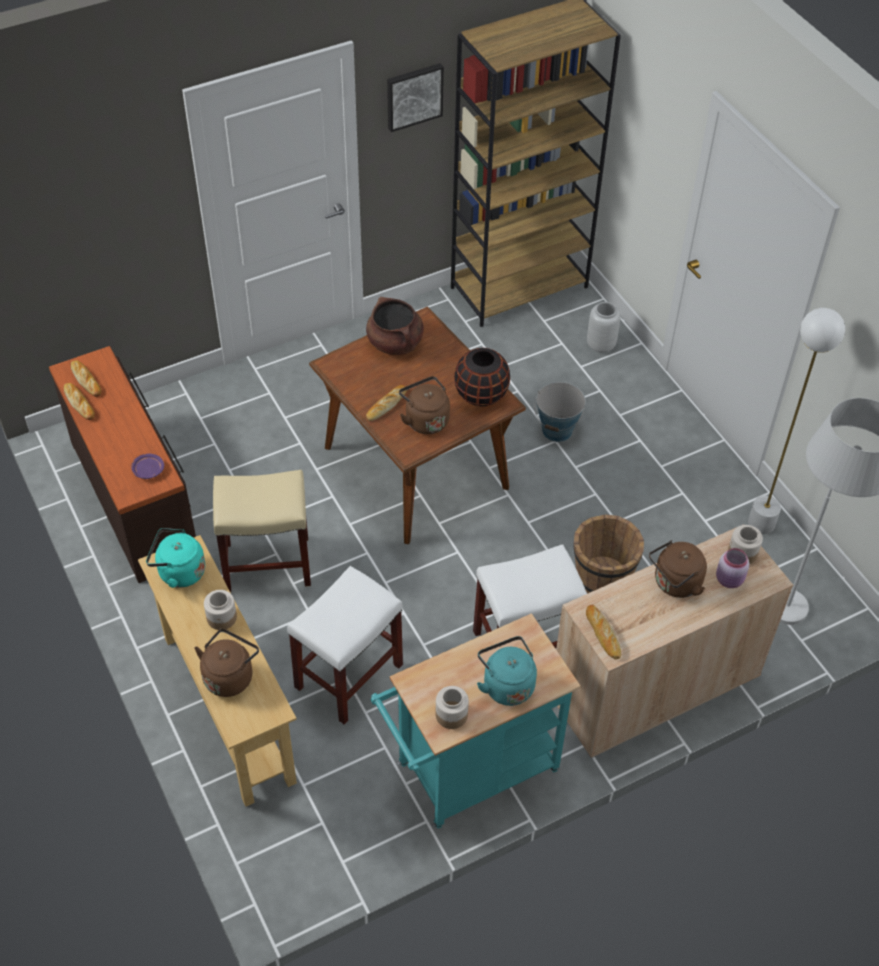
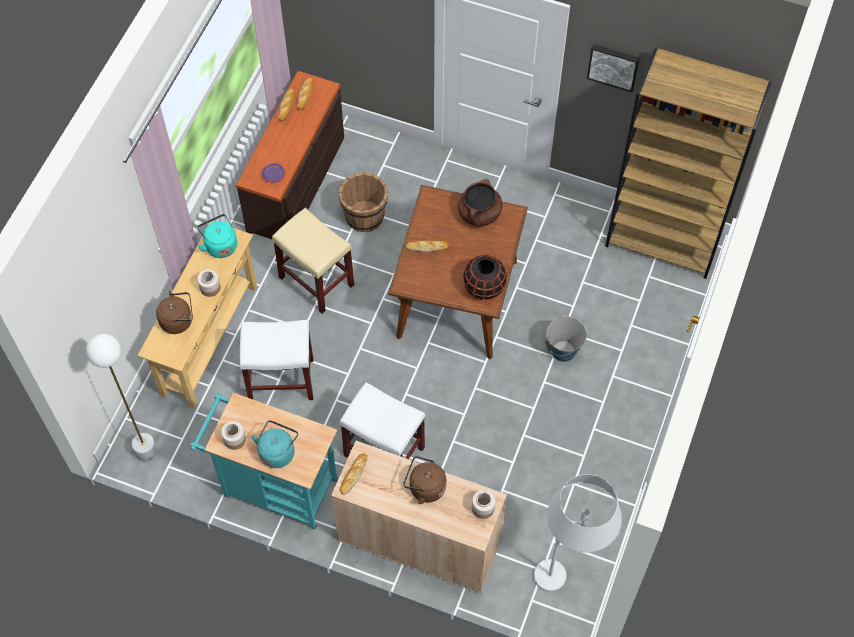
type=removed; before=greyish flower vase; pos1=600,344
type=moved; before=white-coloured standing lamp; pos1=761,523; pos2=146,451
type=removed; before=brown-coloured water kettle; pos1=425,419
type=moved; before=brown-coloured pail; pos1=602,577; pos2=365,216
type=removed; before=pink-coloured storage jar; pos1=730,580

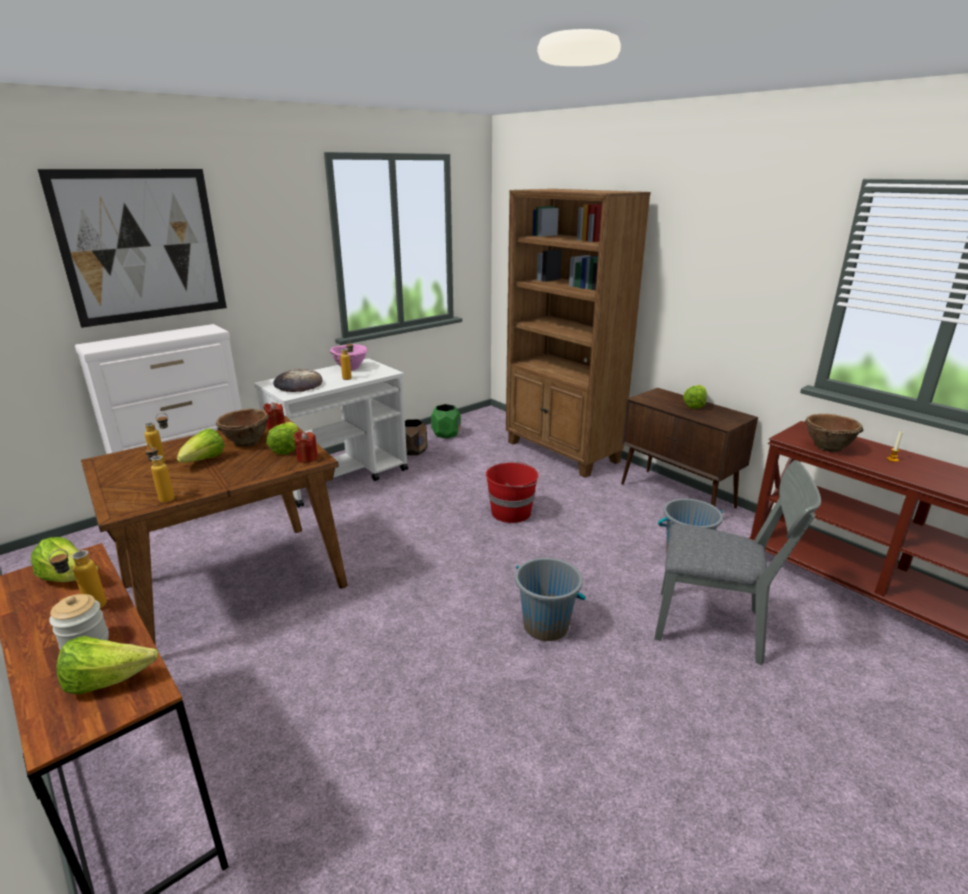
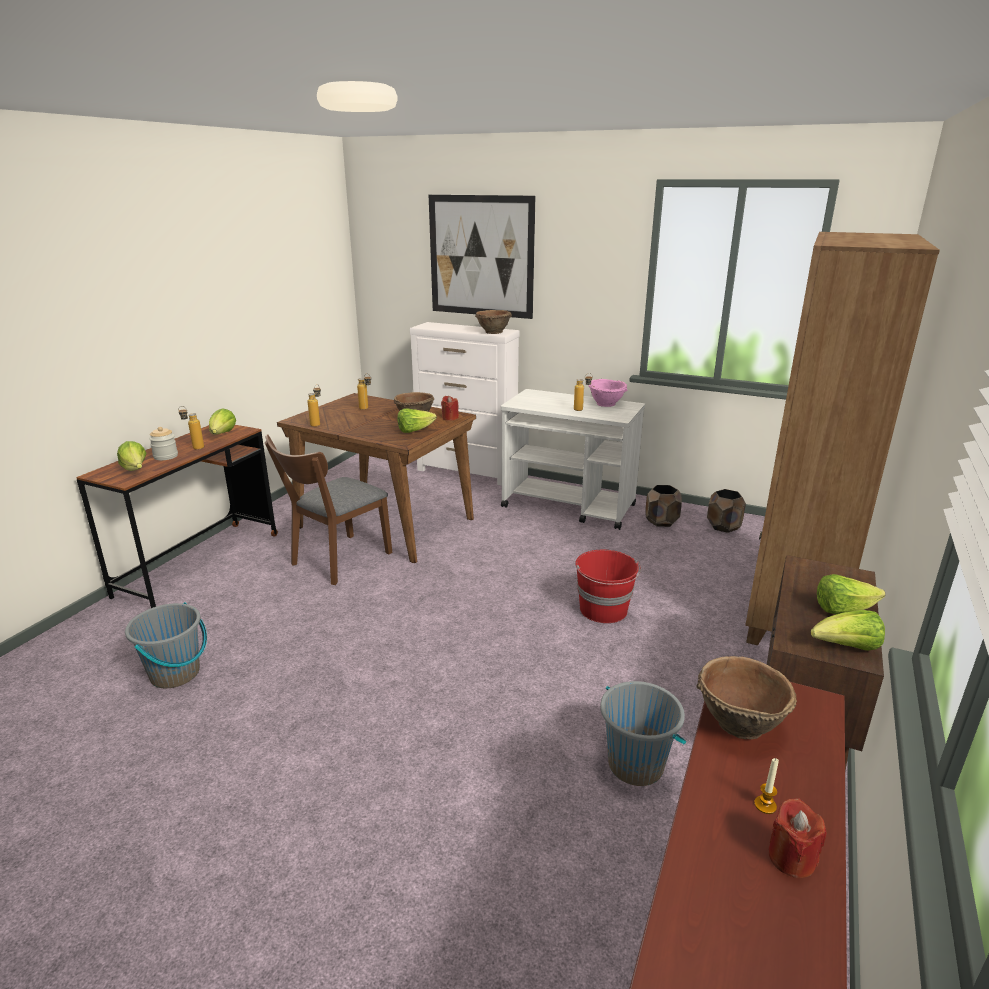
type=removed; before=bread; pos1=298,385
type=recoloured; before=greenish plant pot; after=brown-coloured plant pot; pos1=446,434; pos2=724,526
type=moved; before=lettuce head; pos1=204,461; pos2=846,647
type=moved; before=reddish wax candle; pos1=307,458; pos2=791,858
type=removed; before=greyish plain chair; pos1=718,627
type=moved; before=greyish pail; pos1=546,626; pos2=175,674
type=added; after=brown-coloured bowl; pos2=493,332
type=added; after=brown-coloured plain chair; pos2=336,561

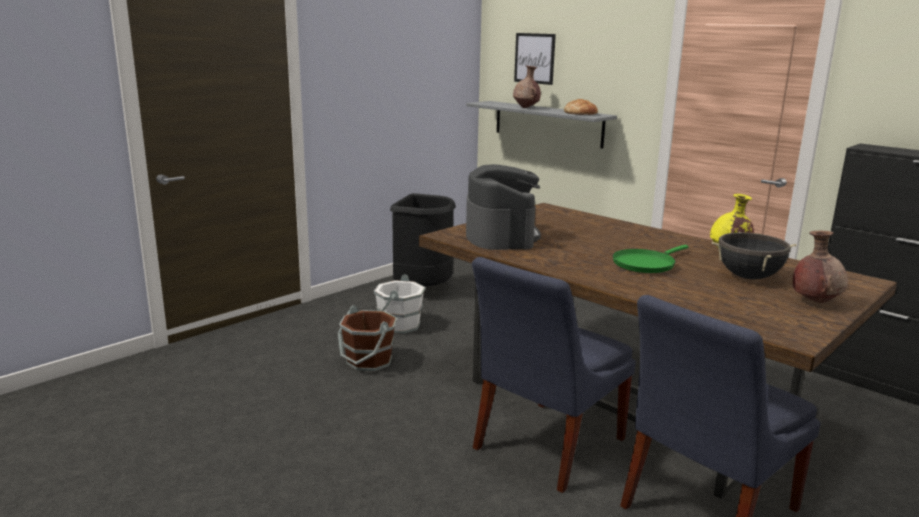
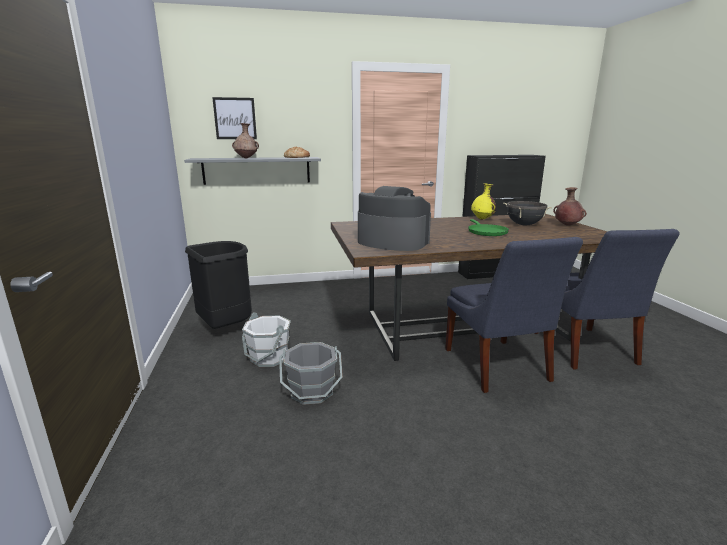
type=recoloured; before=brown-coloured pail; after=greyish pail; pos1=368,361; pos2=312,392

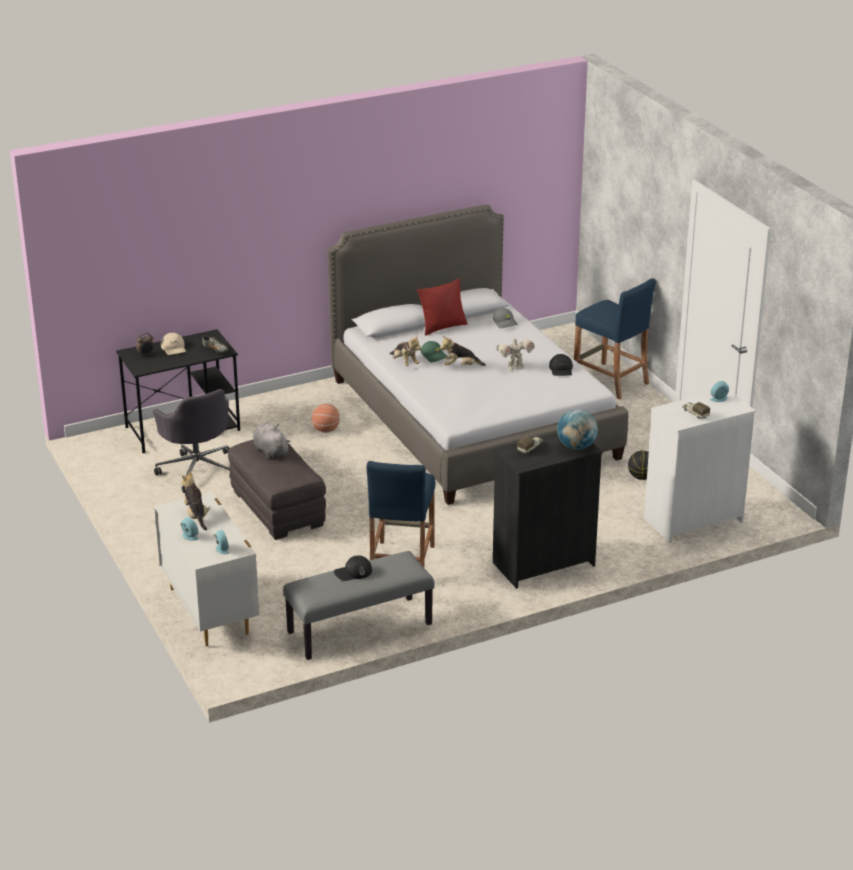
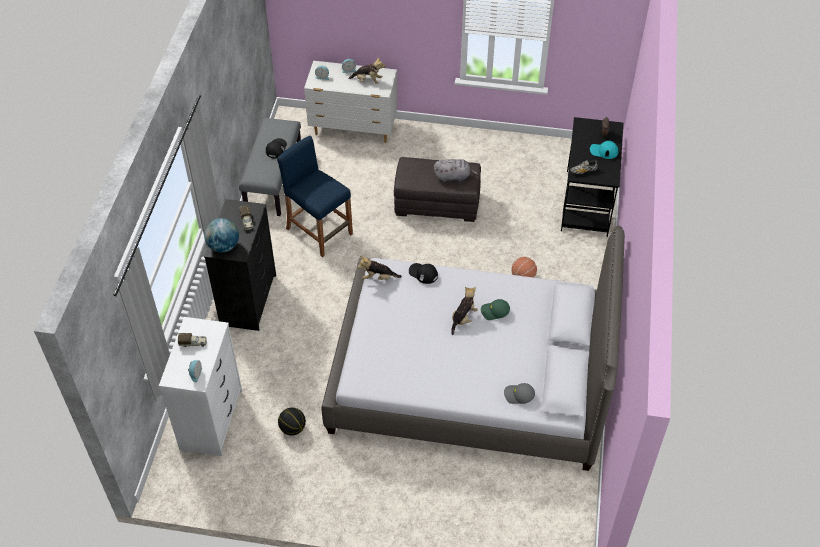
type=removed; before=blue stool; pos1=610,381
type=removed; before=reddish cushion; pos1=443,327
type=recoloured; before=beige baseball cap; after=blue-green baseball cap; pos1=174,348; pos2=603,151
type=moved; before=plush toy; pos1=405,363; pos2=378,277
type=removed; before=toy robot; pos1=515,366
type=moved; before=black baseball cap; pos1=561,369; pos2=423,273
type=removed; before=greyish computer chair; pos1=197,469

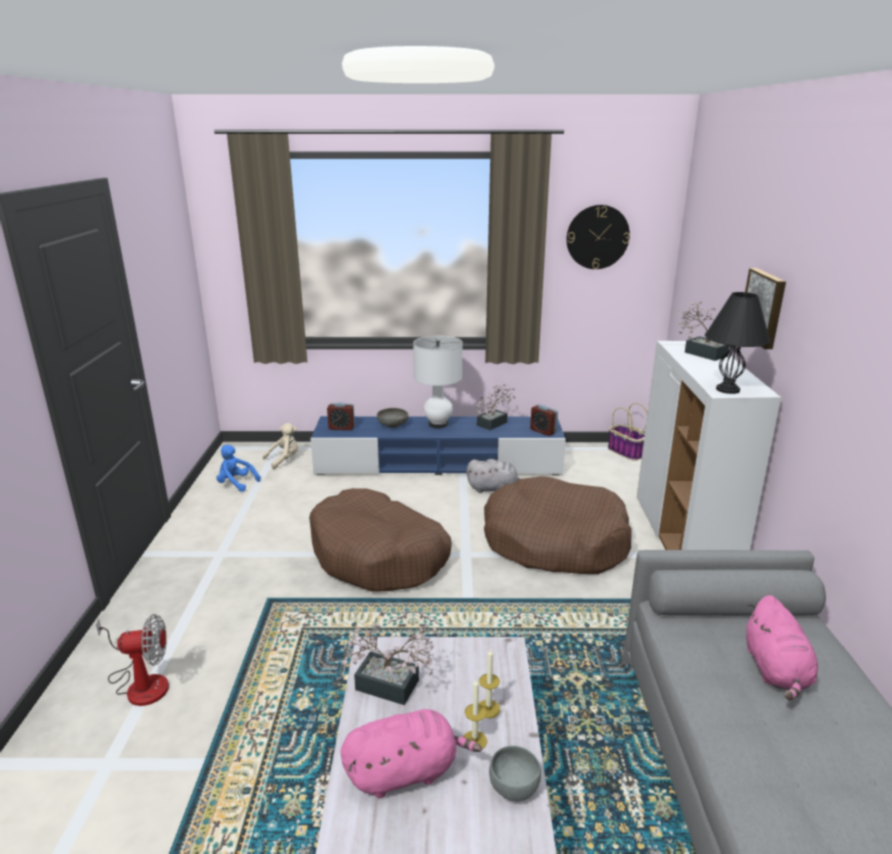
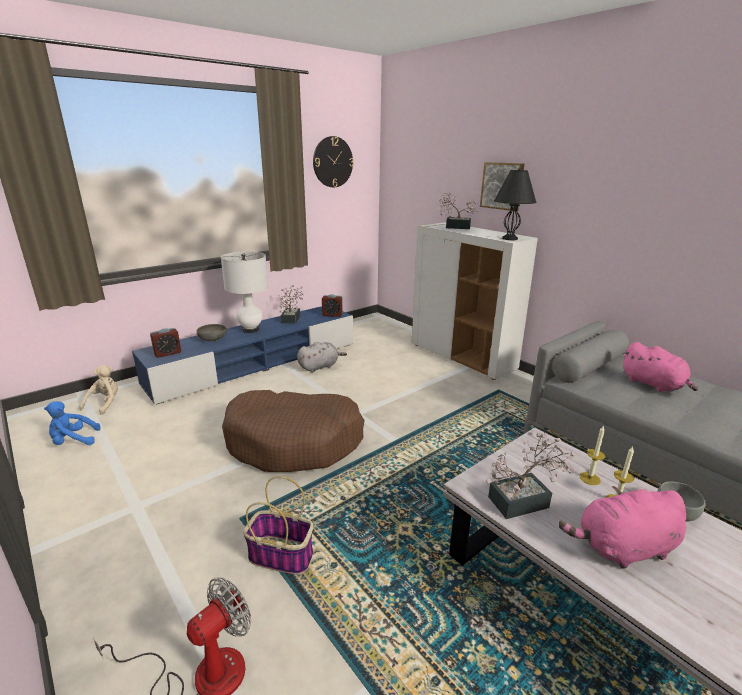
type=moved; before=household basket; pos1=627,452; pos2=282,556
type=removed; before=brown-coloured dog cushion; pos1=554,542
type=turned; before=pink-coloured plush toy; pos1=406,772; pos2=622,548; turn=-135

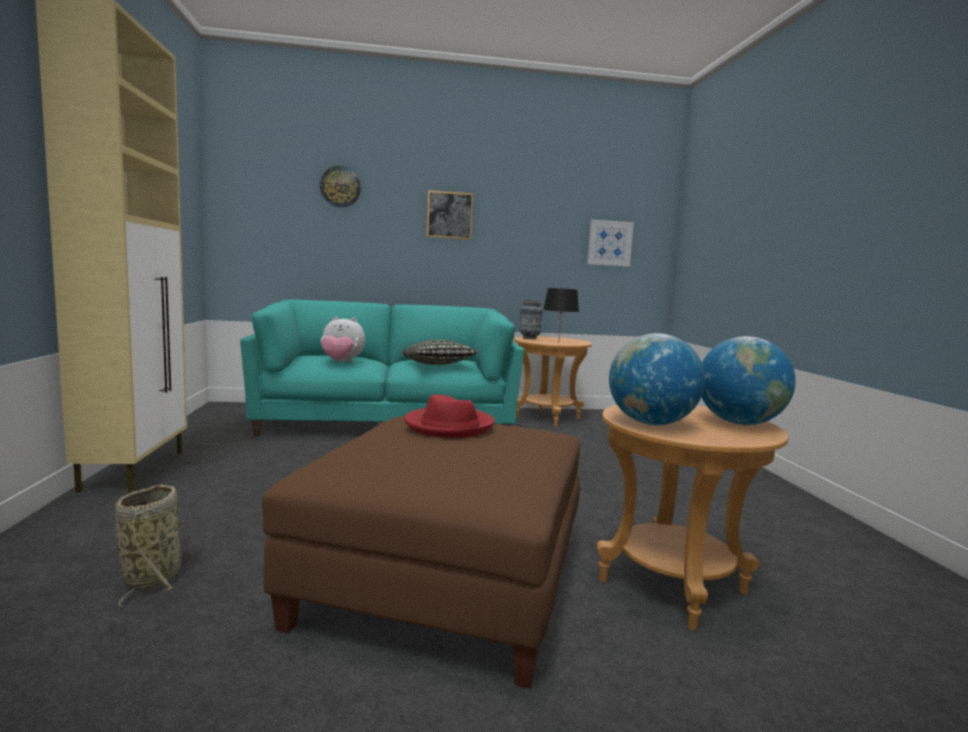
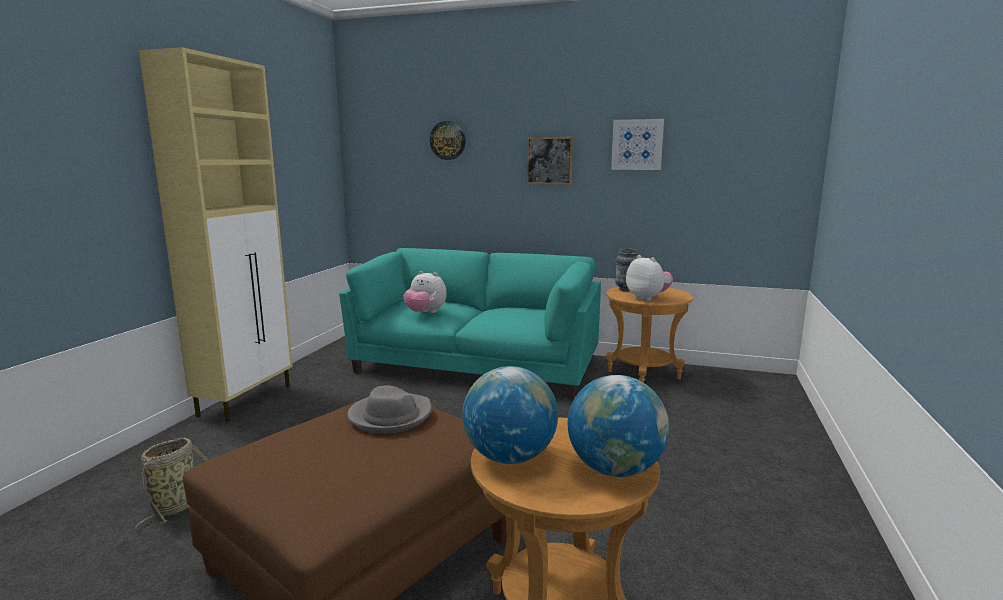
type=moved; before=wall art; pos1=609,243; pos2=637,144
type=replaced; before=black table lamp; after=plush toy; pos1=558,342; pos2=647,298
type=removed; before=cushion; pos1=438,365
type=recoloured; before=reddish clothing hat; after=greyish clothing hat; pos1=449,426; pos2=390,416

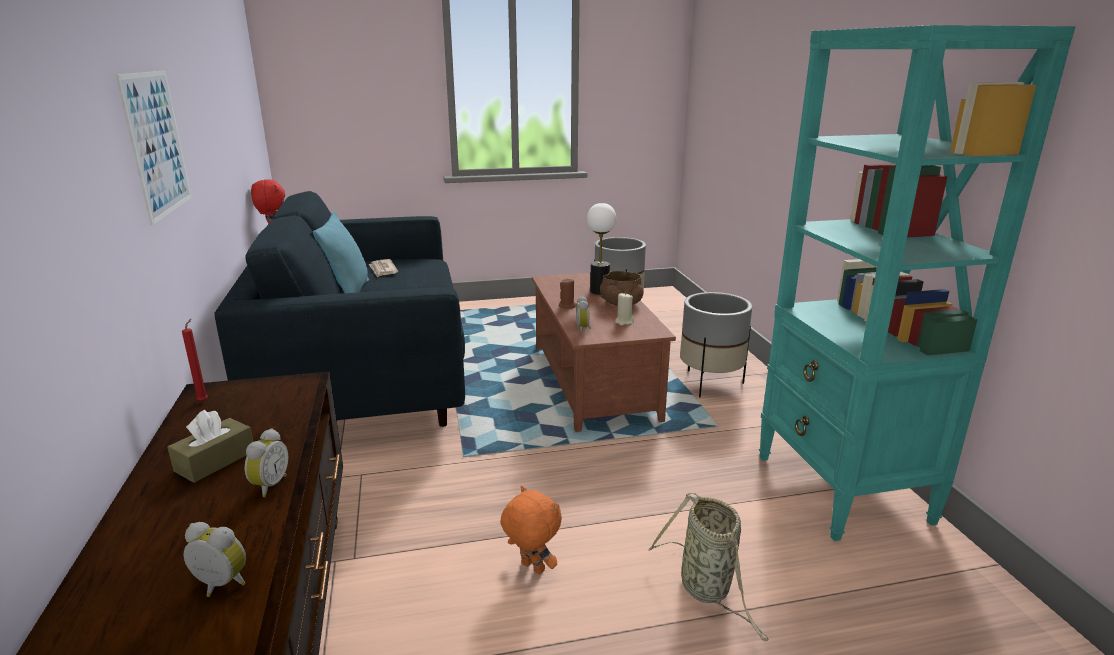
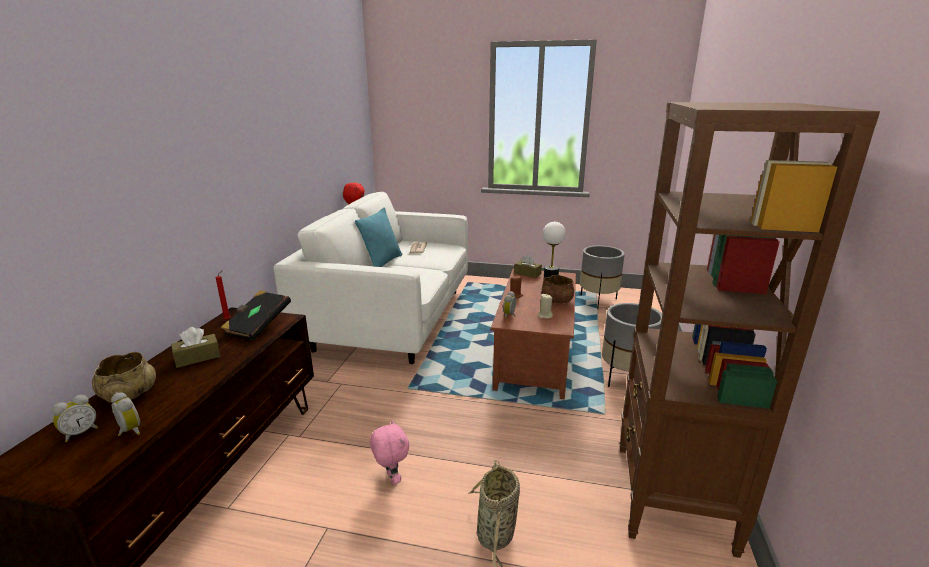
type=recoloured; before=blue-green shelving unit; after=brown-coloured shelving unit; pos1=842,489; pos2=672,497
type=removed; before=wall art; pos1=157,143
type=recoloured; before=blue settee; after=white-coloured settee; pos1=368,376; pos2=392,319
type=moved; before=table clock; pos1=268,485; pos2=80,433
type=recoloured; before=orange-coloured plush toy; after=pink-coloured plush toy; pos1=531,568; pos2=391,478
type=added; after=brown-coloured box of tissues; pos2=527,274
type=added; after=black volume; pos2=258,326
type=added; after=beige bowl; pos2=128,394

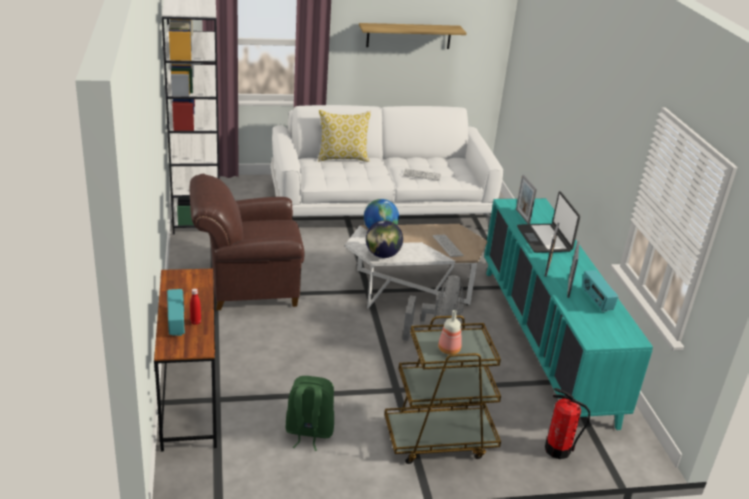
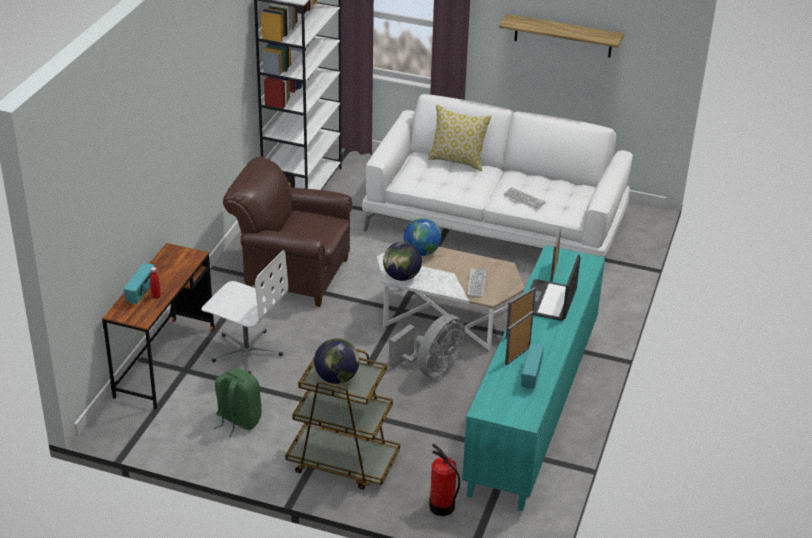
type=replaced; before=beverage bottle; after=desk globe; pos1=449,349; pos2=337,378
type=added; after=white-coloured computer chair; pos2=246,351

